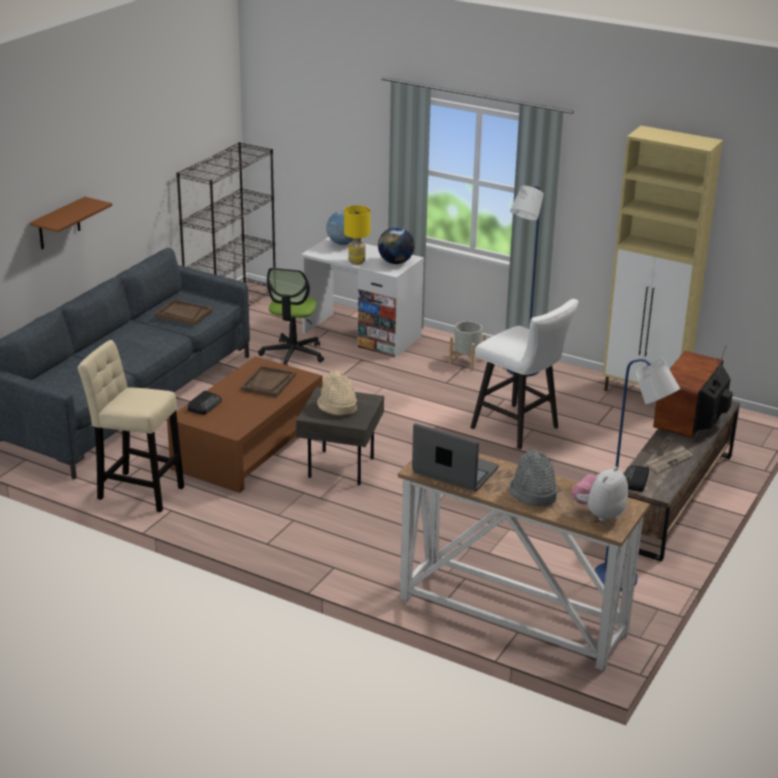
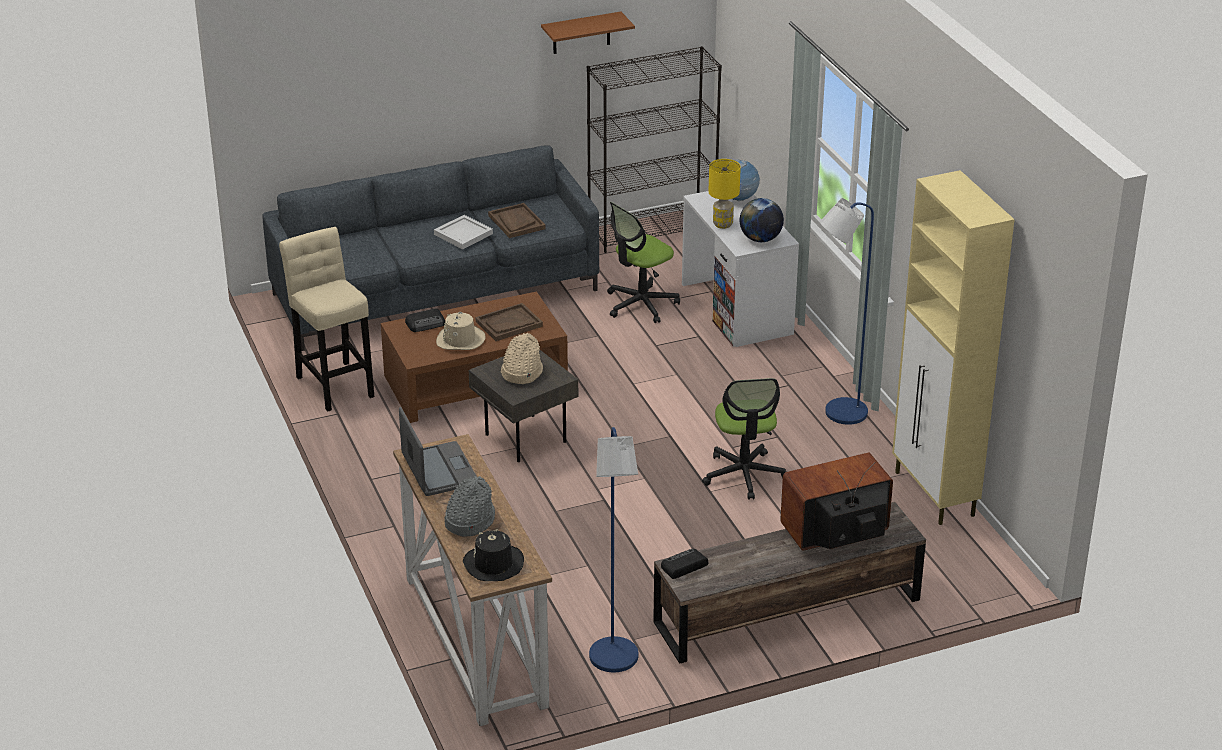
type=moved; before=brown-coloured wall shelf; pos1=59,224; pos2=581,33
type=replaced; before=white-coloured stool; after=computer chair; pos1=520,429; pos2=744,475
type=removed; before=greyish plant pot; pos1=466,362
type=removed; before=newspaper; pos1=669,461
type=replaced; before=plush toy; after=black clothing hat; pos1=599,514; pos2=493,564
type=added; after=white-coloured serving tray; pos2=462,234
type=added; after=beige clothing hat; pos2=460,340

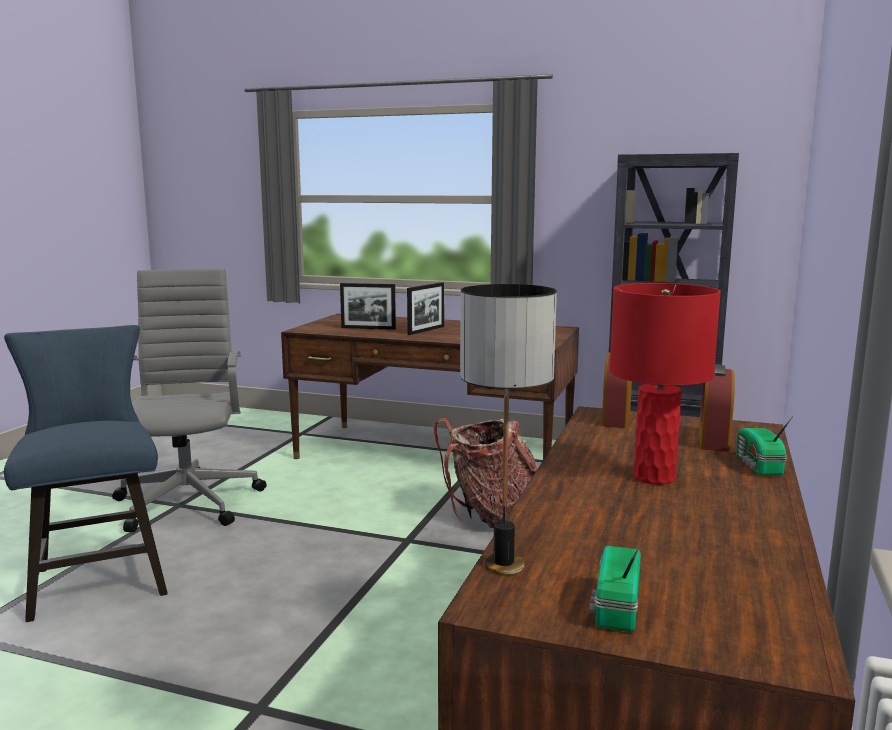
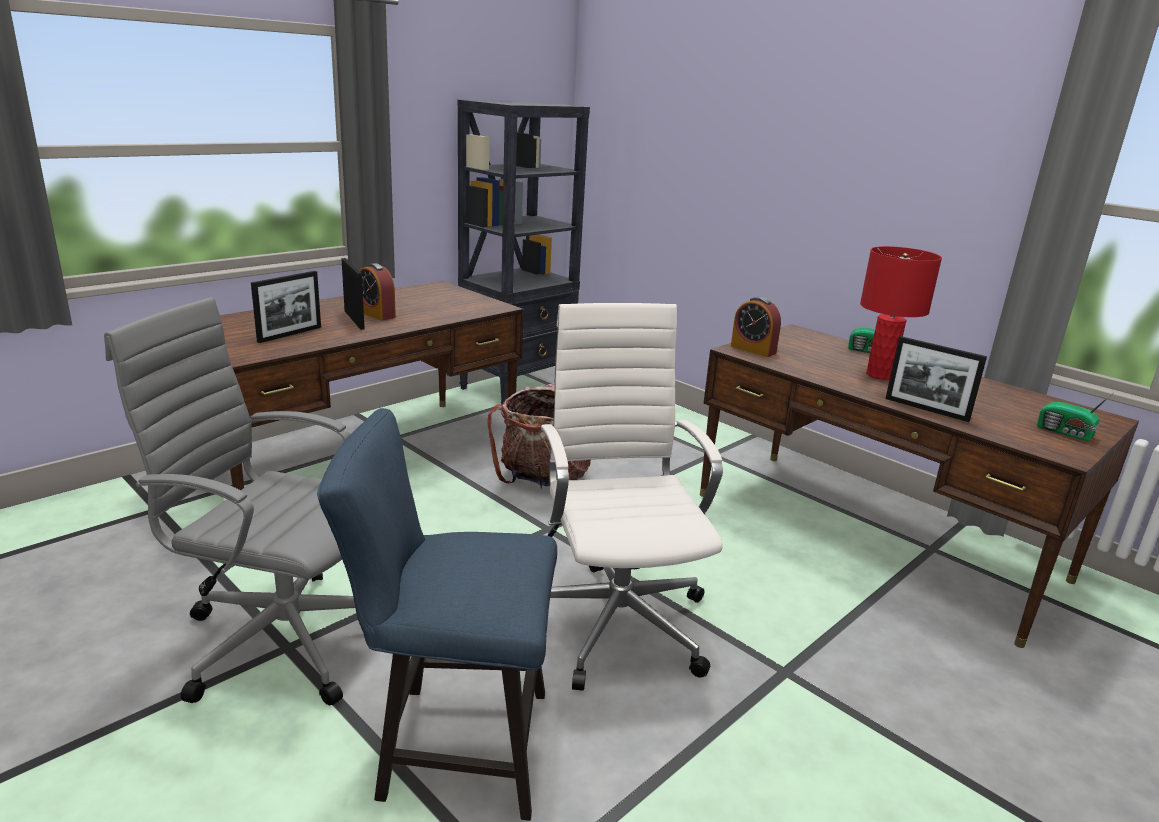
type=removed; before=table lamp; pos1=503,565
type=moved; before=table clock; pos1=713,440; pos2=376,314
type=added; after=white-coloured computer chair; pos2=616,620
type=added; after=photo frame; pos2=926,409

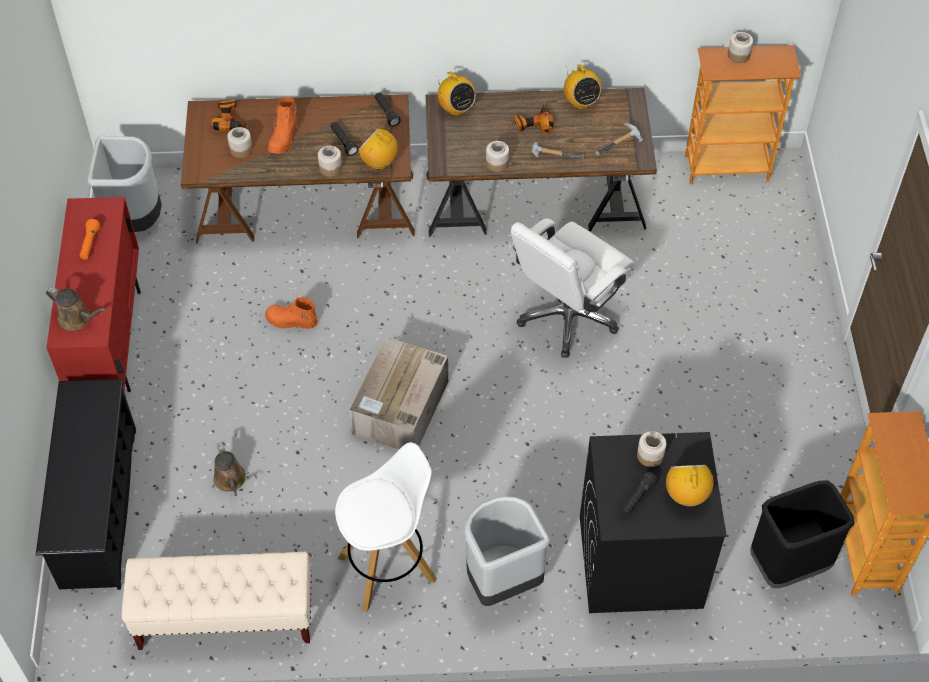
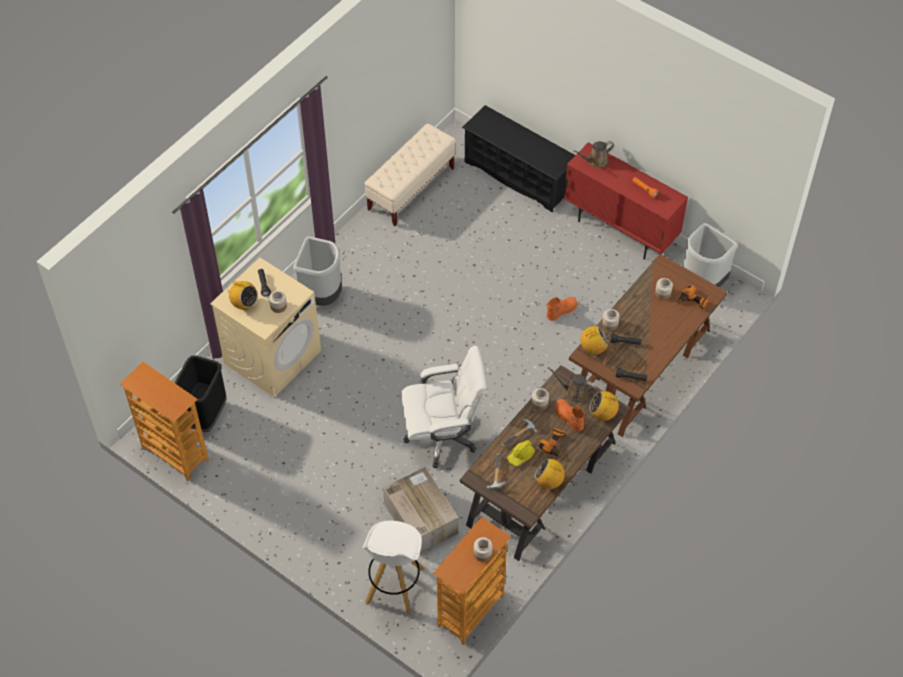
type=moved; before=orange-coloured boot; pos1=284,138; pos2=568,418
type=turned; before=white-coloured computer chair; pos1=567,316; pos2=442,436; turn=90
type=moved; before=cardboard box; pos1=400,409; pos2=420,517
type=recoloured; before=black laundry appliance; after=beige laundry appliance; pos1=639,562; pos2=273,356
type=moved; before=brown-coloured watering pot; pos1=230,480; pos2=574,392
type=moved; before=white-coloured stool; pos1=388,568; pos2=394,586
type=added; after=yellowish work helmet; pos2=520,455

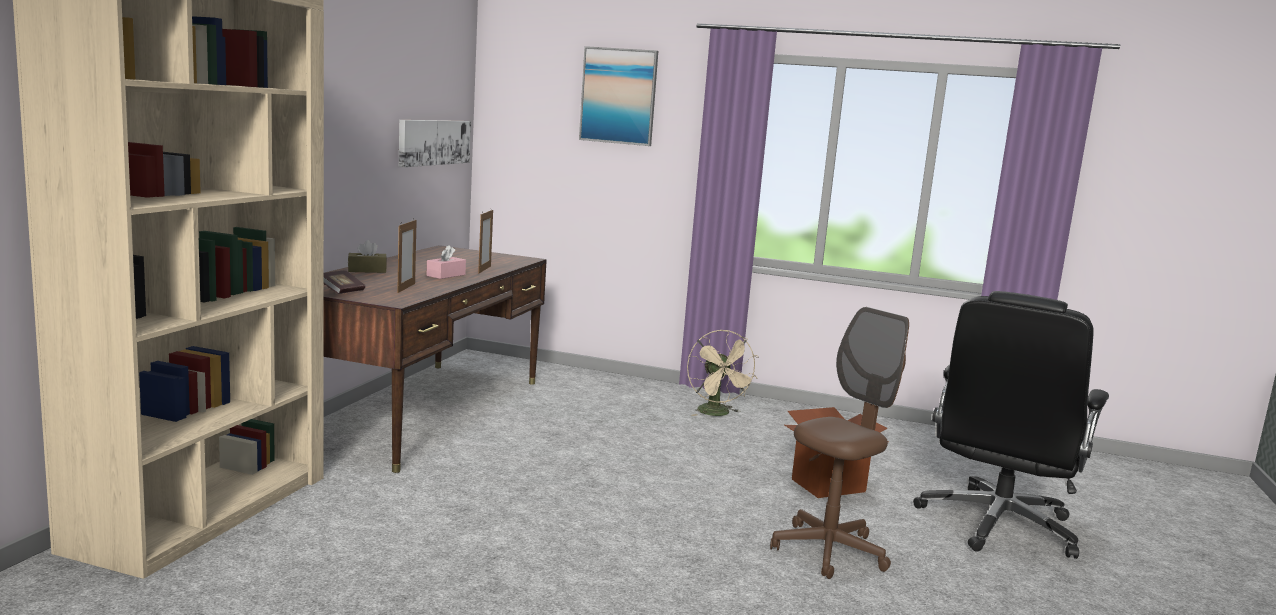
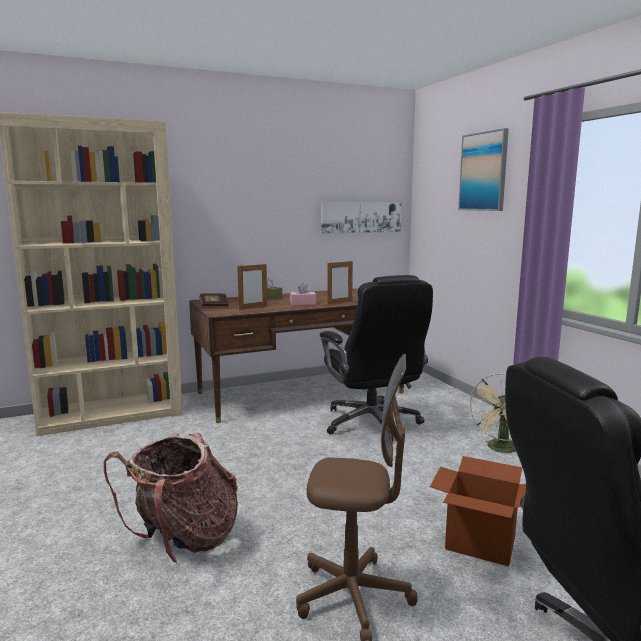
type=added; after=black computer chair; pos2=372,424
type=added; after=backpack; pos2=184,540

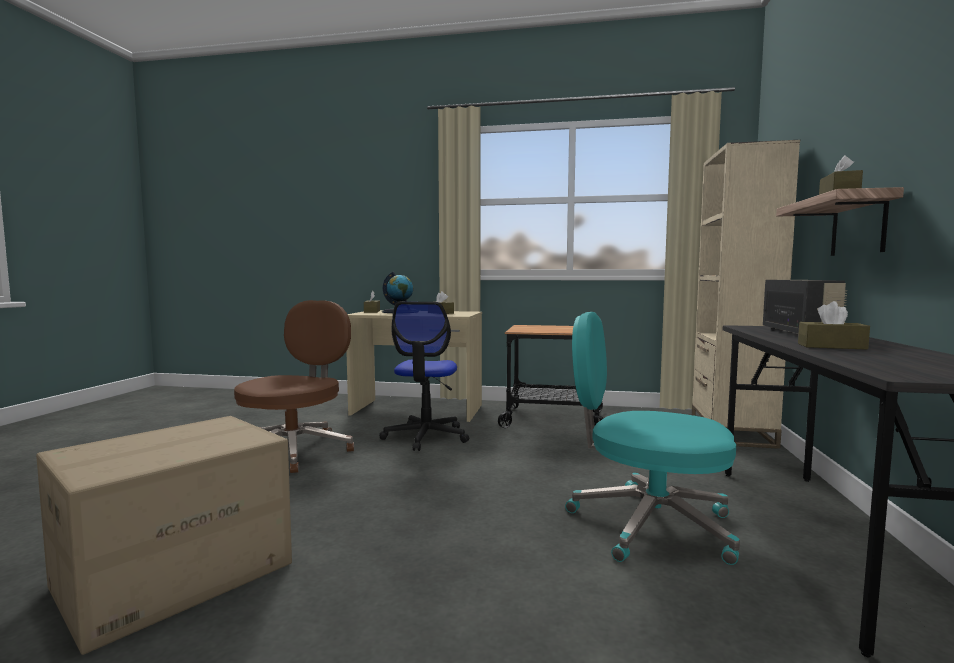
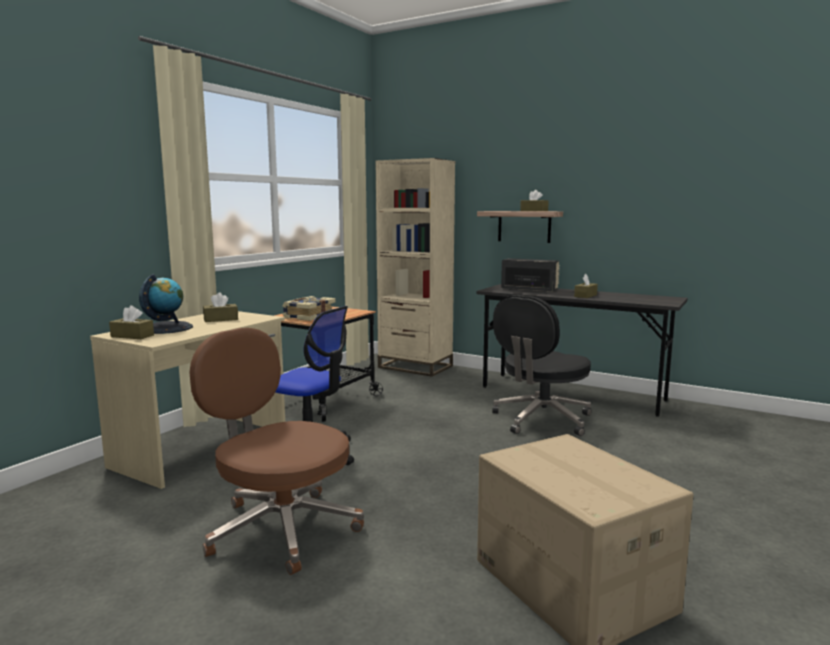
type=recoloured; before=blue-green computer chair; after=black computer chair; pos1=647,524; pos2=541,420
type=added; after=volume; pos2=309,316

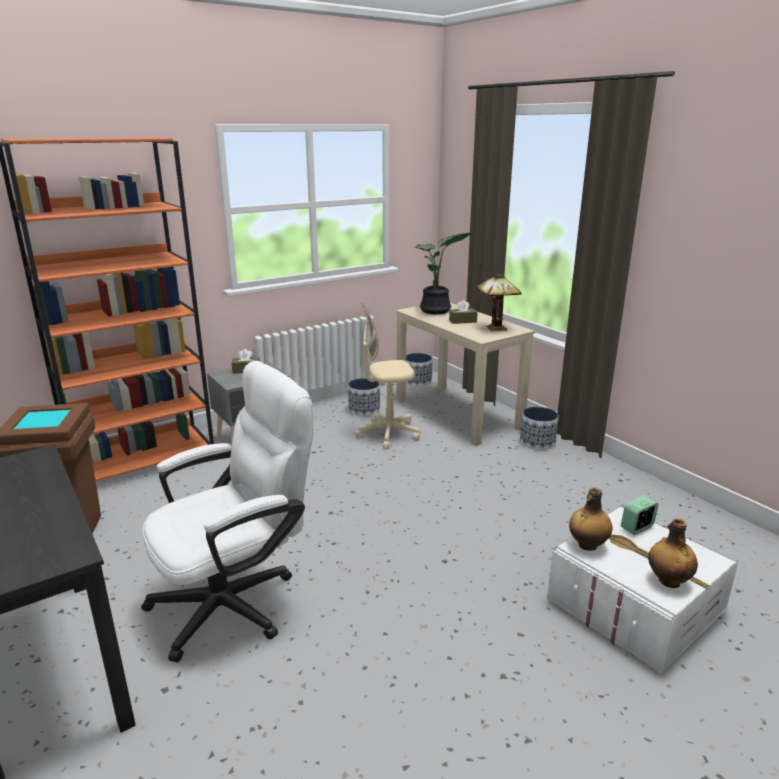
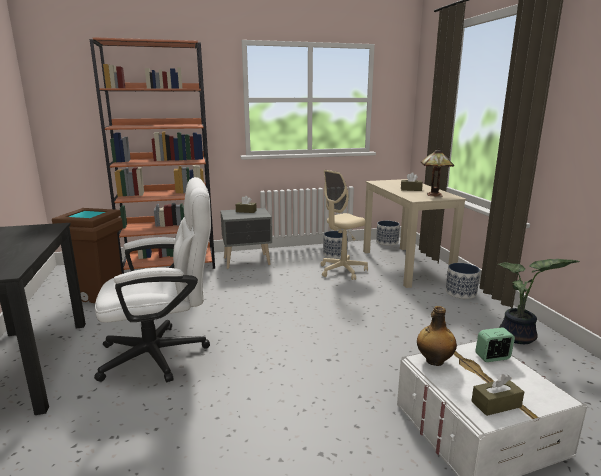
type=moved; before=plant in a pot; pos1=436,311; pos2=519,338
type=turned; before=beige computer chair; pos1=388,434; pos2=342,271; turn=-45
type=replaced; before=beverage bottle; after=brown-coloured box of tissues; pos1=668,580; pos2=496,404

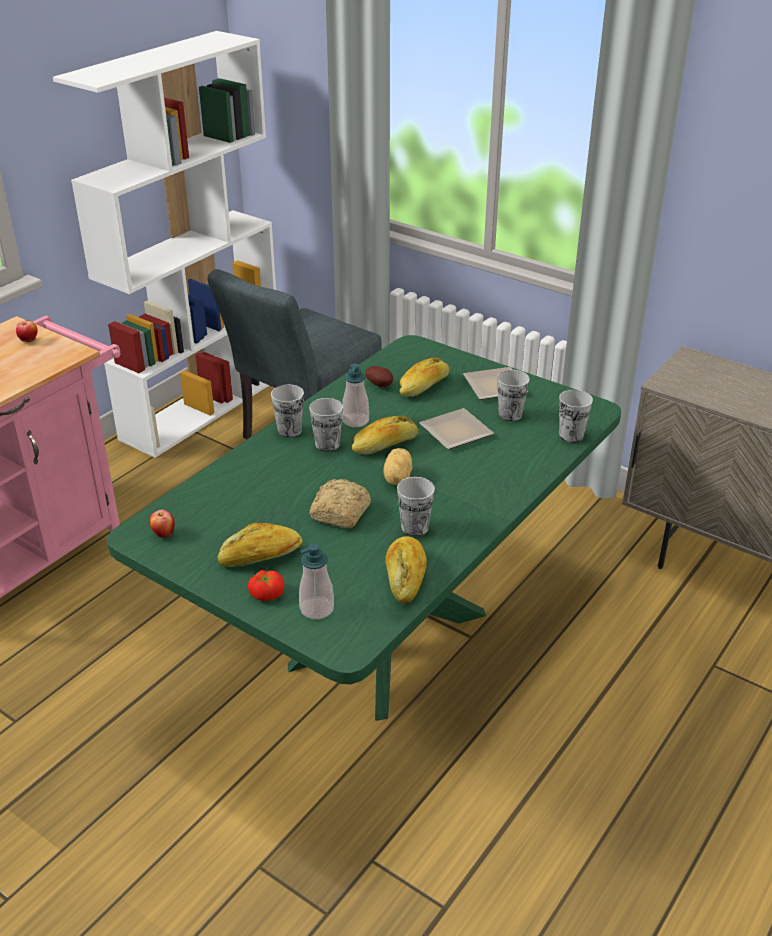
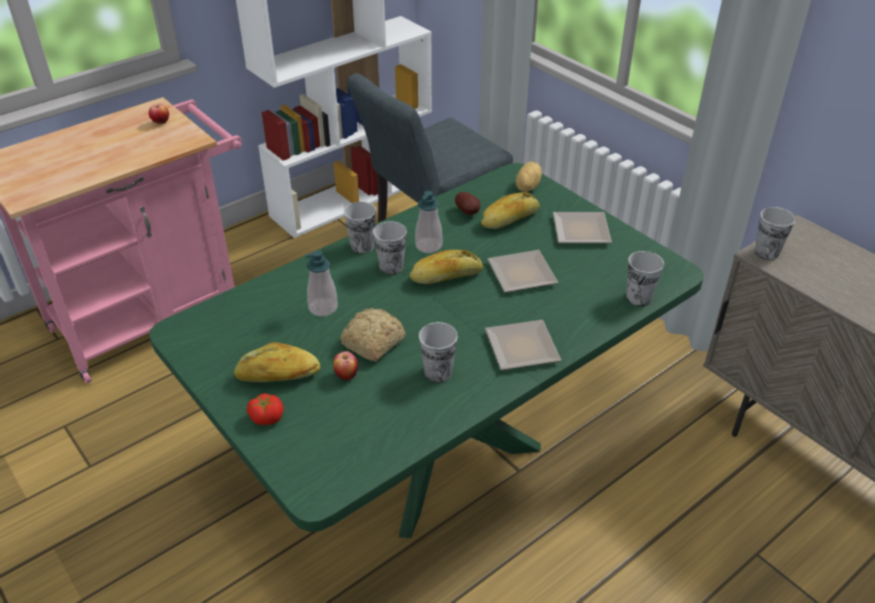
type=moved; before=drinking cup; pos1=510,415; pos2=766,252
type=moved; before=spud; pos1=396,478; pos2=526,187
type=moved; before=apple fruit; pos1=163,534; pos2=346,375
type=removed; before=bread; pos1=405,577
type=moved; before=liquid soap bottle; pos1=317,609; pos2=323,308
type=added; after=plate; pos2=519,347

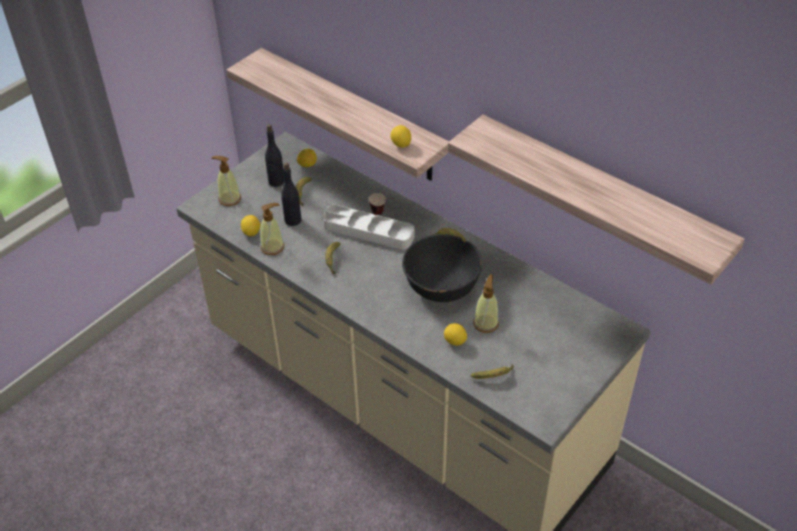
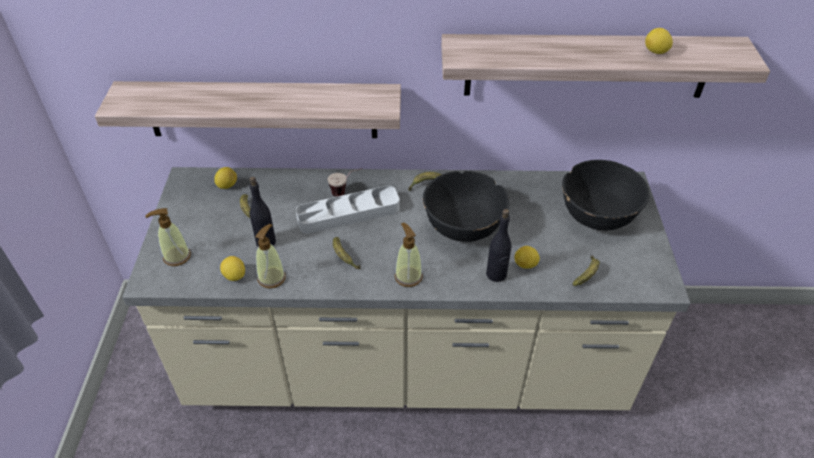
type=moved; before=black beverage bottle; pos1=276,181; pos2=496,274
type=moved; before=citrus fruit; pos1=401,144; pos2=655,52
type=moved; before=liquid soap bottle; pos1=485,323; pos2=408,276
type=added; after=black bowl; pos2=597,215

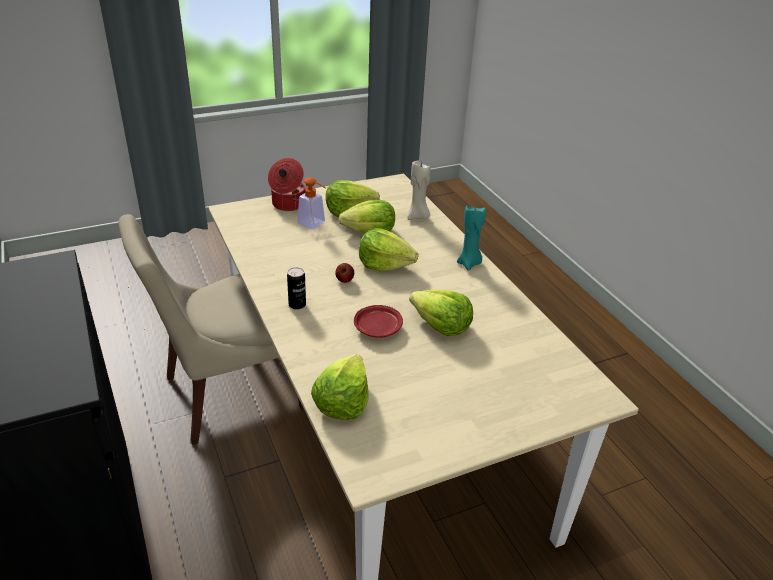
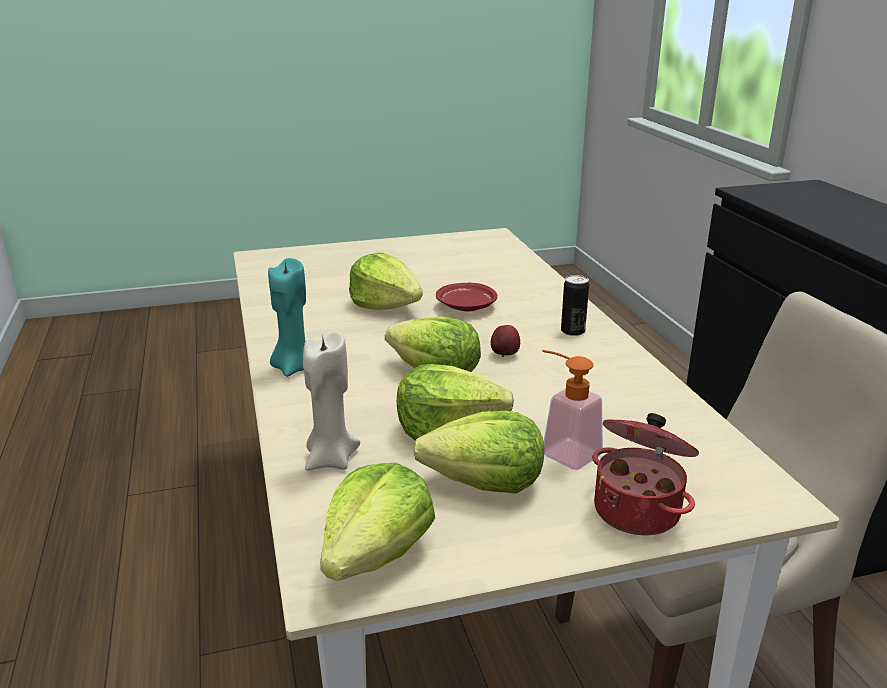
type=moved; before=lettuce head; pos1=342,402; pos2=377,554

